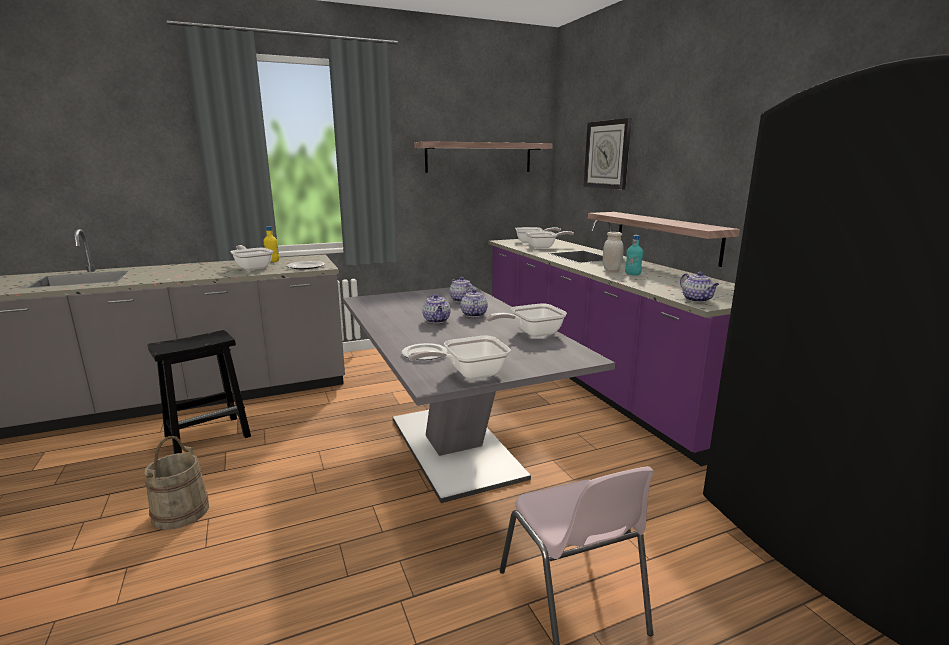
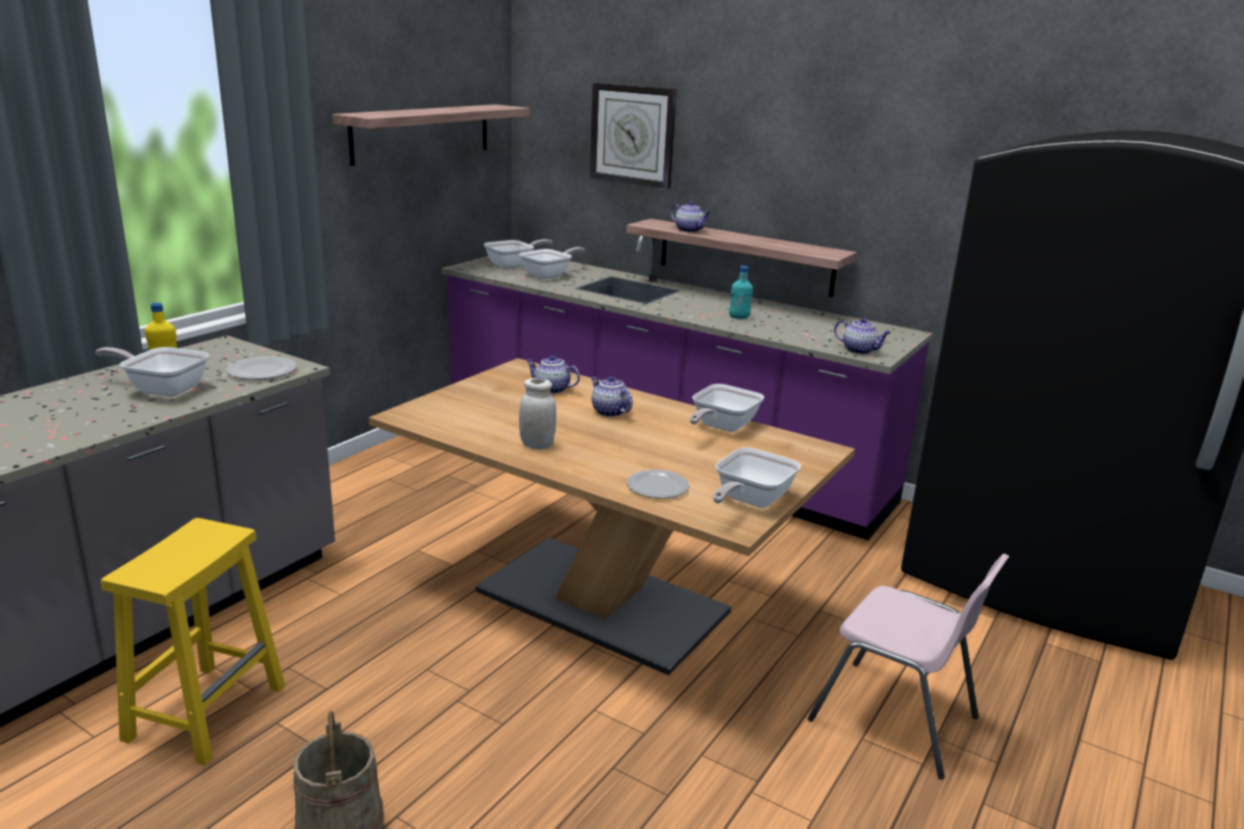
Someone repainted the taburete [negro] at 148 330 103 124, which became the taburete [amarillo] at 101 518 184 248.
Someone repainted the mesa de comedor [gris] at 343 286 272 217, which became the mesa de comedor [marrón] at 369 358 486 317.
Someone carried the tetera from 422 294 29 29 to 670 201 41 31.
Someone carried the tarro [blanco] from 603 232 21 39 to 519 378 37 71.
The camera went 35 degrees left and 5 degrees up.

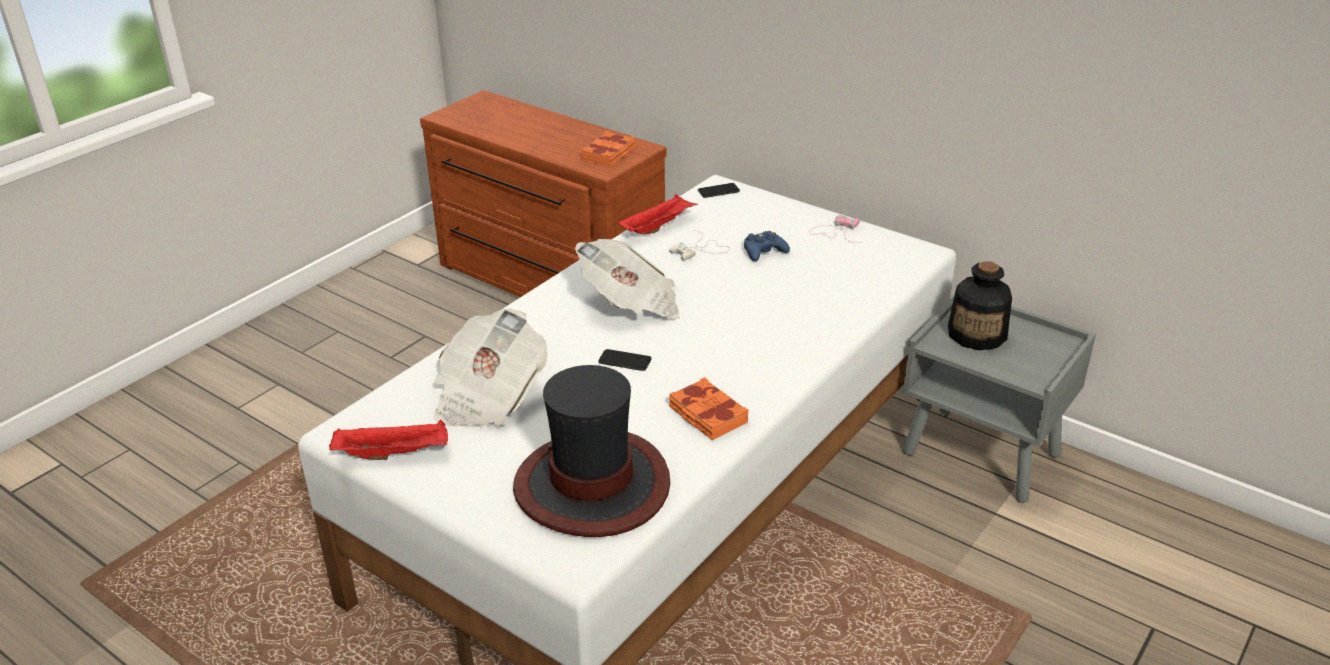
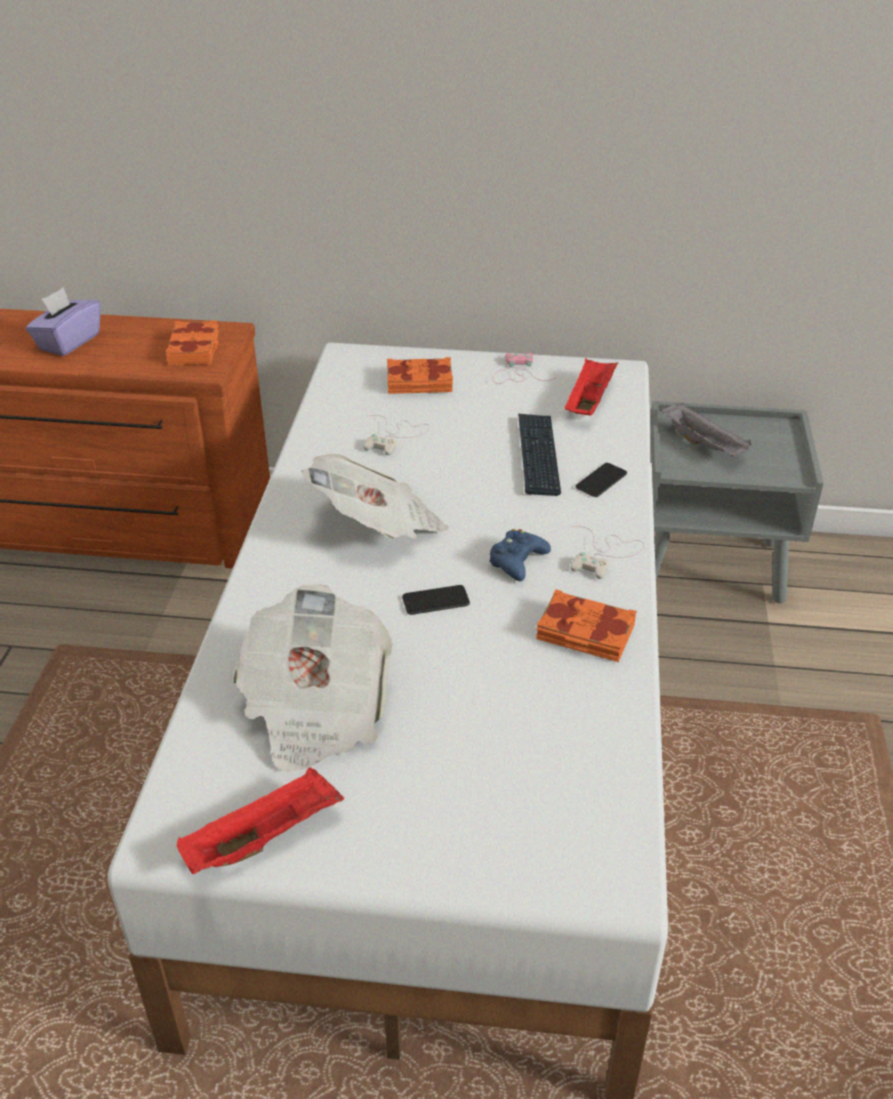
Someone took away the sombrero at 513 365 157 172.
Someone carried the bandeja [rojo] from 618 194 79 41 to 564 358 54 57.
Someone carried the móvil from 698 183 42 15 to 575 463 52 34.
Someone carried the mando de consola [azul] from 744 231 46 30 to 489 529 62 52.
Someone swapped the botella at 948 261 64 89 for the bandeja [gris] at 661 403 90 53.
Someone put down the caja de pañuelos [morado] at 26 287 74 69.
Someone put down the libro [naranja] at 387 357 66 37.
Someone put down the teclado at 518 414 43 82.
Someone put down the mando de consola [blanco] at 570 526 74 53.
The camera went 30 degrees left and 5 degrees up.

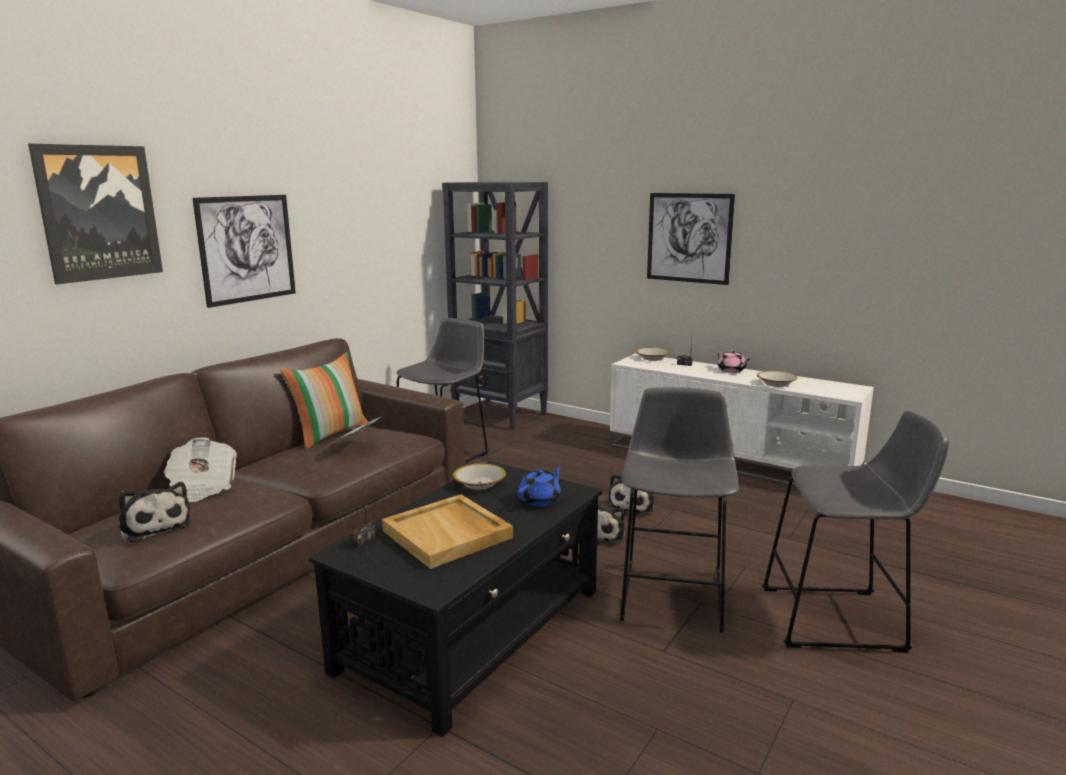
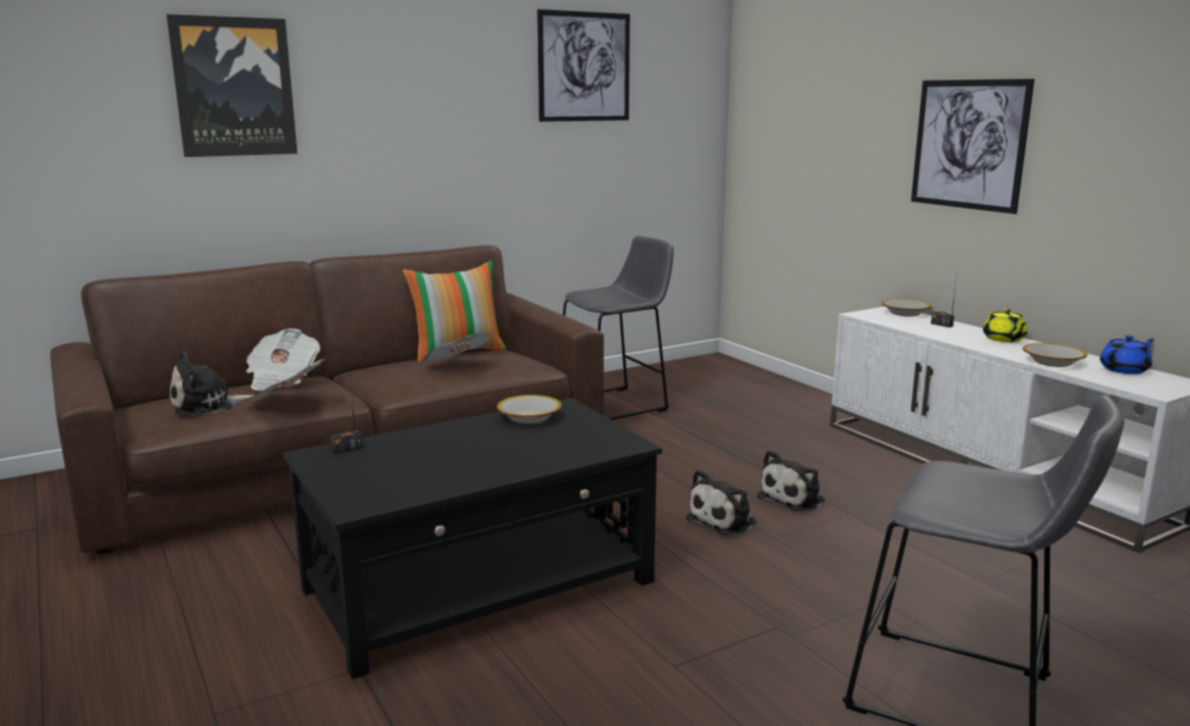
Someone rotated the peluche at 119 482 73 61 by 75 degrees clockwise.
Someone carried the cuadro from 192 195 104 113 to 537 9 93 113.
Someone took away the bandeja [beis] at 382 494 131 75.
Someone took away the estantería [negro] at 442 182 106 248.
Someone carried the tetera [azul] from 518 465 44 42 to 1100 335 54 39.
Someone took away the taburete [gris] at 620 387 119 246.
Someone repainted the tetera [rosa] at 717 349 33 24, which became the tetera [amarillo] at 983 308 44 34.
Someone put down the periódico at 246 359 80 44.
The camera went 25 degrees right and 0 degrees up.

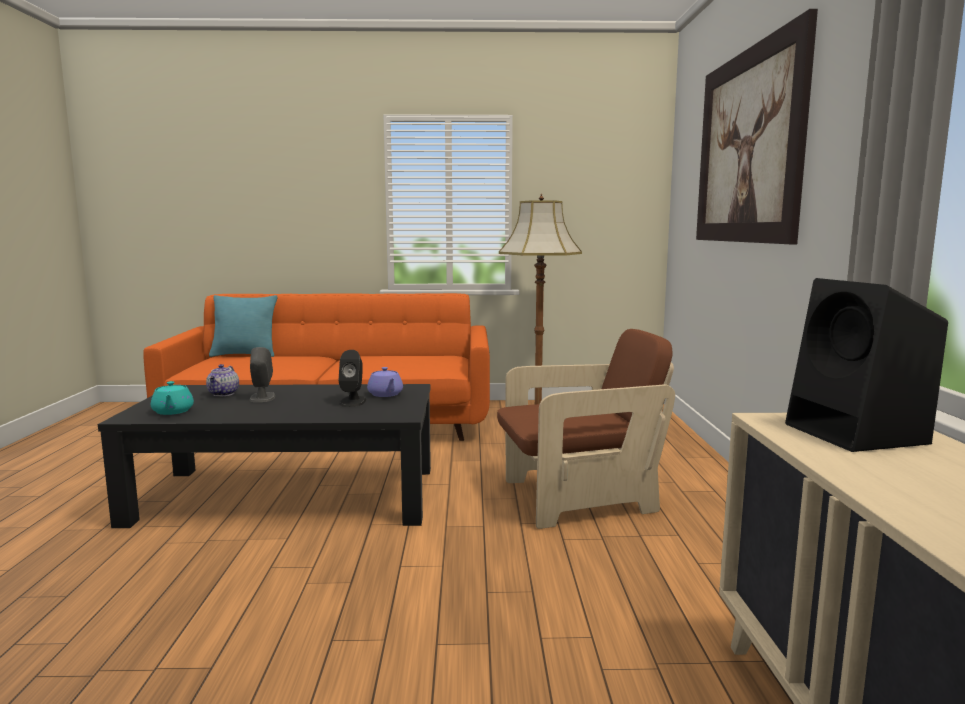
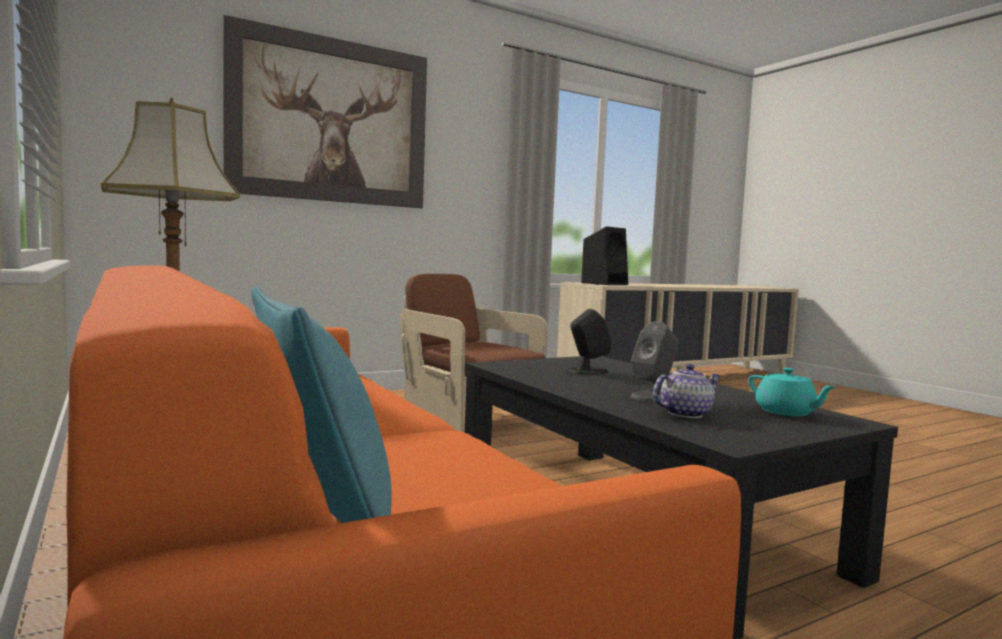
Someone rotated the tetera [turquesa] at 151 381 43 34 by 105 degrees clockwise.
Someone took away the tetera [morado] at 367 367 36 30.
The camera went 120 degrees left and 5 degrees down.

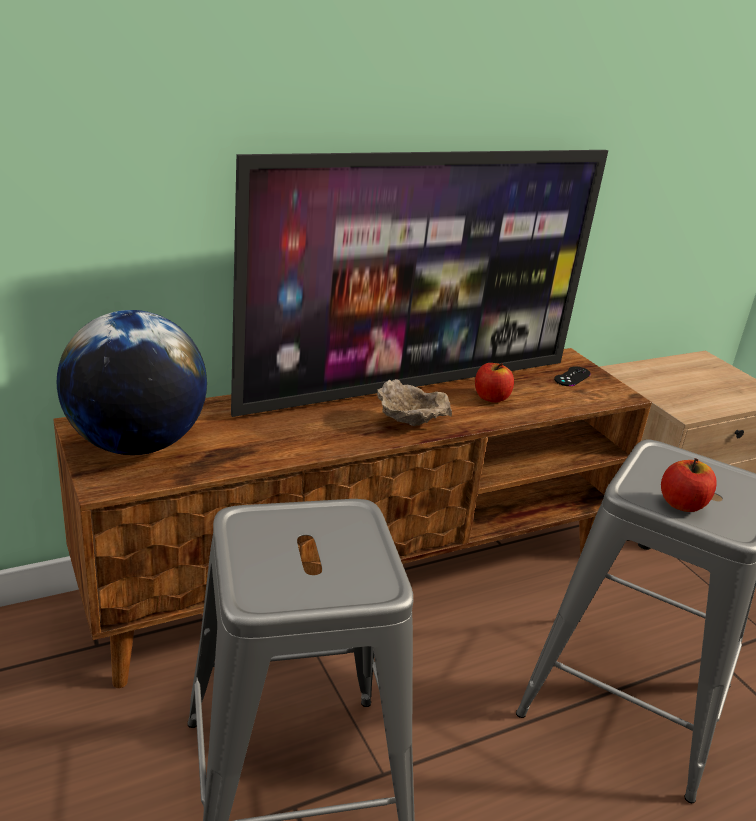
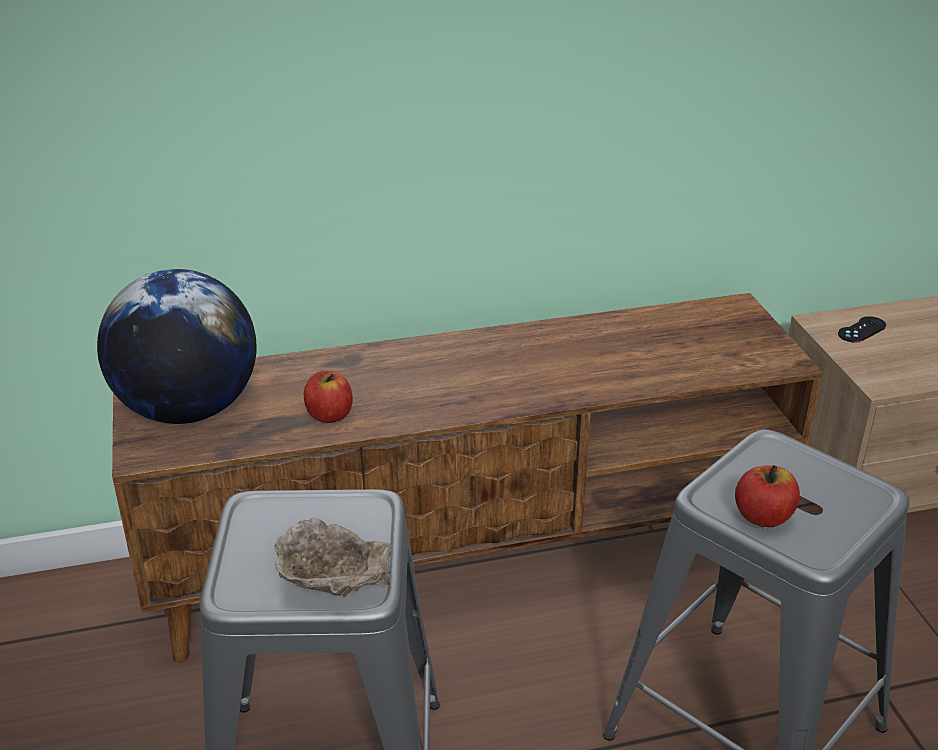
Someone took away the televisor at 231 150 377 267.
Someone carried the cuenco [beis] from 377 379 75 47 to 274 518 118 79.
Someone carried the manzana from 475 363 39 40 to 304 371 49 52.
Someone carried the mando de consola [negro] from 554 366 37 20 to 838 316 48 26.
The camera went 15 degrees right and 5 degrees up.

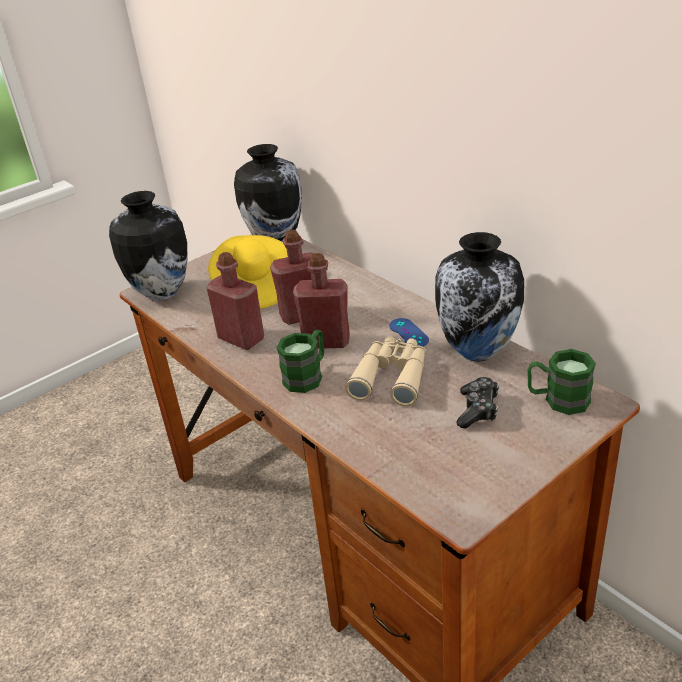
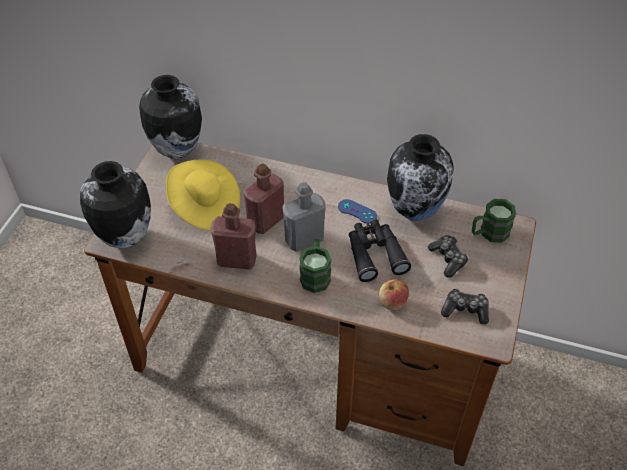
Someone repainted the botella [rojo] at 293 253 57 96, which became the botella [gris] at 282 182 44 70.
Someone repainted the prismáticos [beis] at 345 336 81 71, which became the prismáticos [negro] at 349 219 62 63.
Someone put down the manzana at 379 279 30 31.
Someone put down the mando de consola at 441 288 48 37.
The camera went 35 degrees left and 15 degrees up.

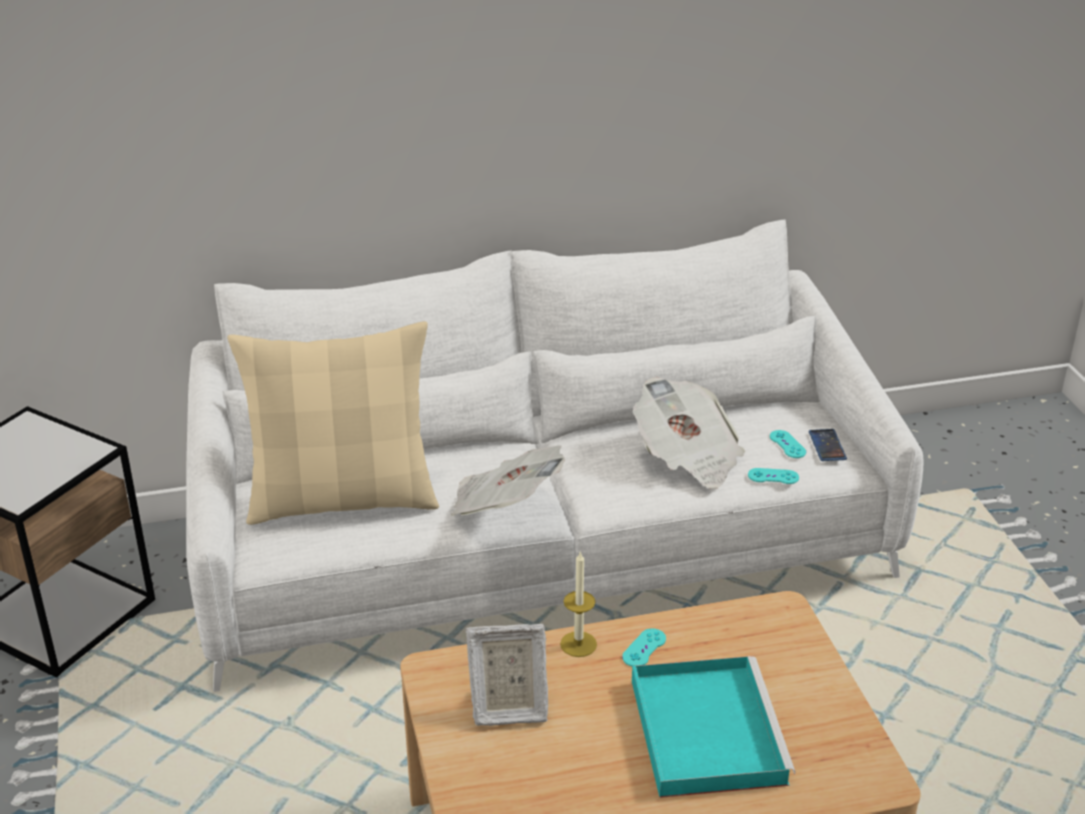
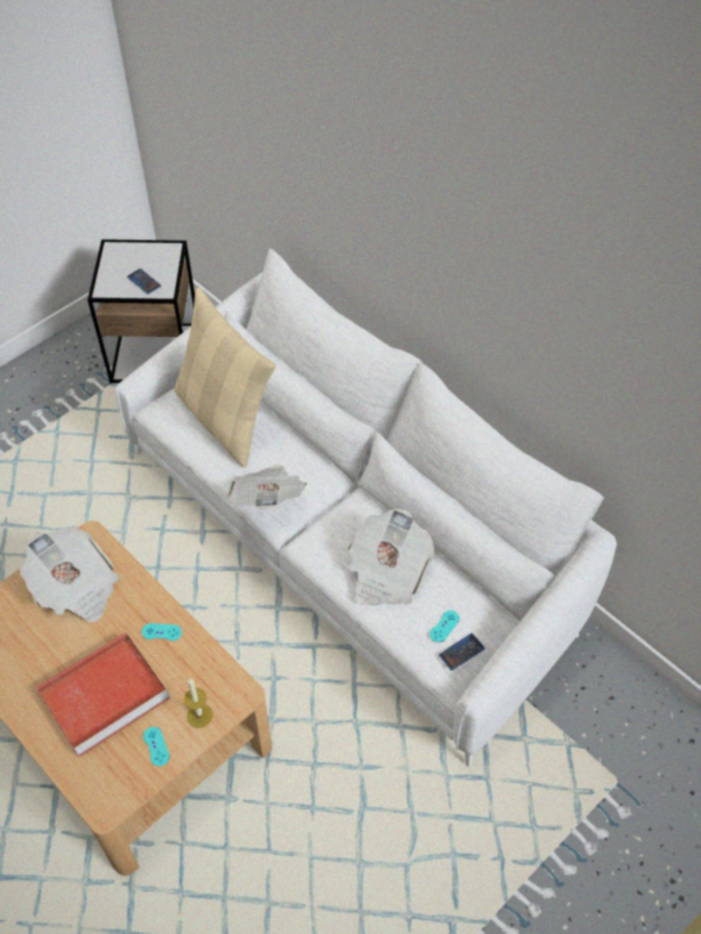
Someone swapped the portarretratos at 466 624 82 102 for the periódico at 20 527 99 96.
Someone carried the vela from 560 551 37 106 to 184 679 29 49.
Someone repainted the bandeja [turquesa] at 632 656 163 142, which became the bandeja [rojo] at 36 633 134 124.
Someone carried the mando de consola [turquesa] from 748 468 51 16 to 143 727 27 39.
Someone put down the móvil at 127 268 34 26.
The camera went 60 degrees right and 20 degrees up.

